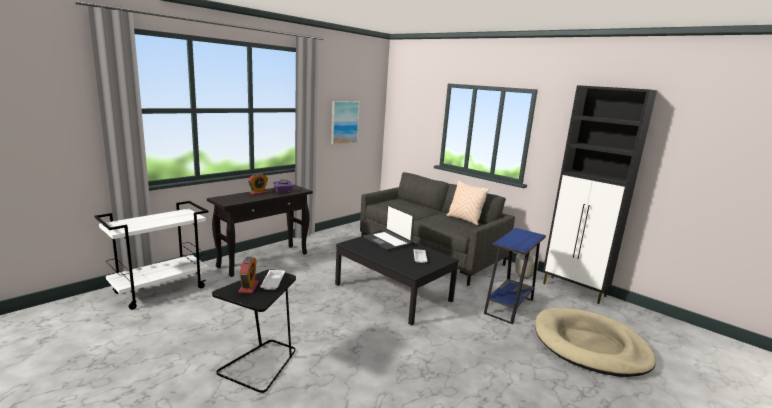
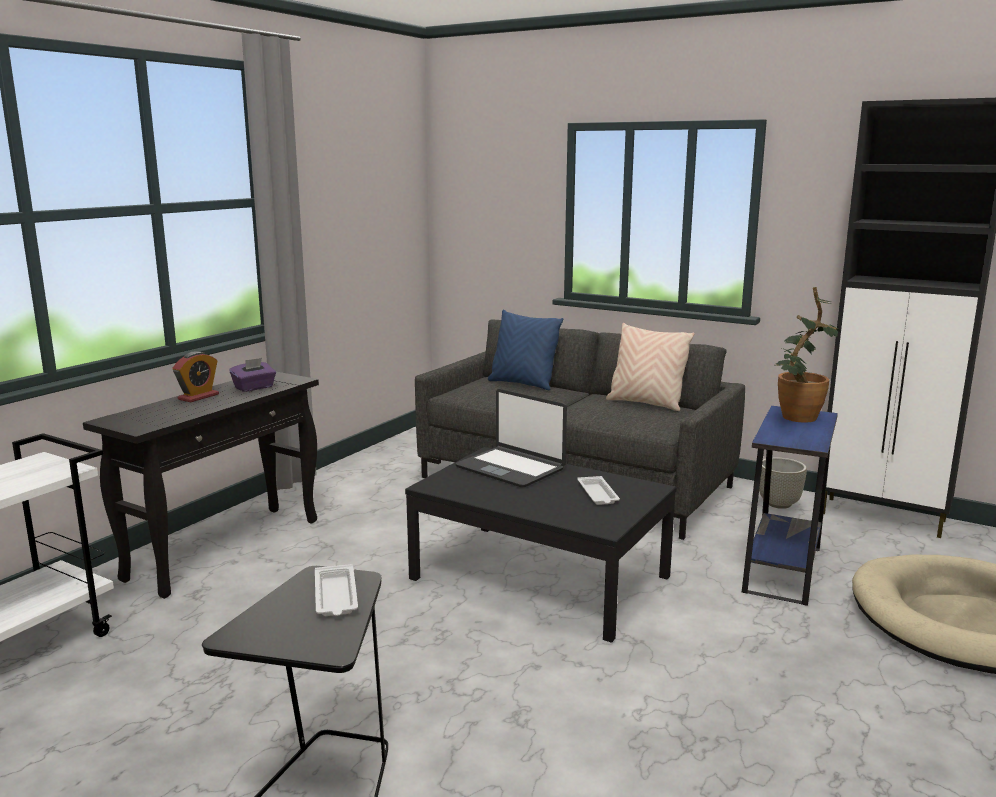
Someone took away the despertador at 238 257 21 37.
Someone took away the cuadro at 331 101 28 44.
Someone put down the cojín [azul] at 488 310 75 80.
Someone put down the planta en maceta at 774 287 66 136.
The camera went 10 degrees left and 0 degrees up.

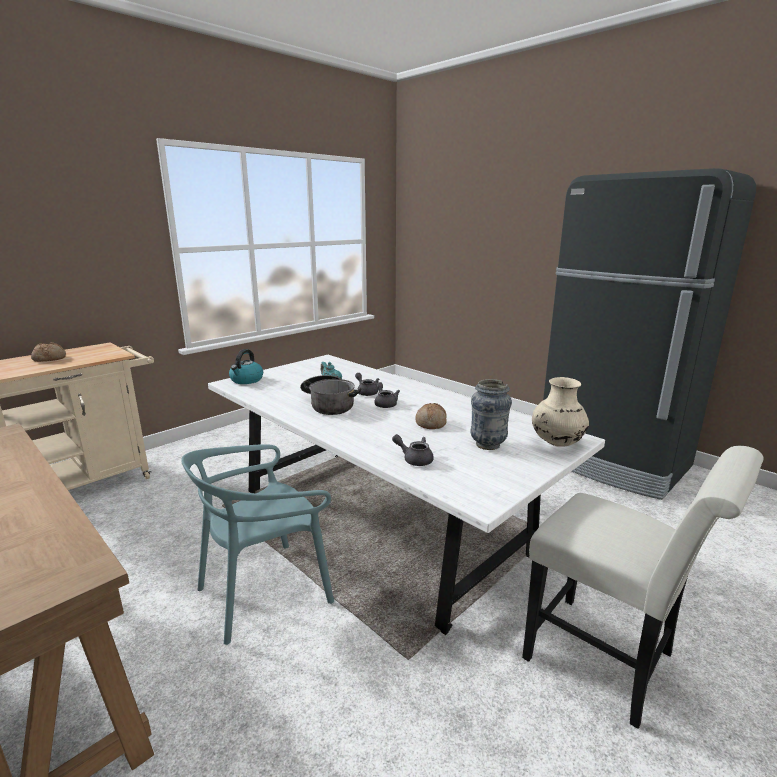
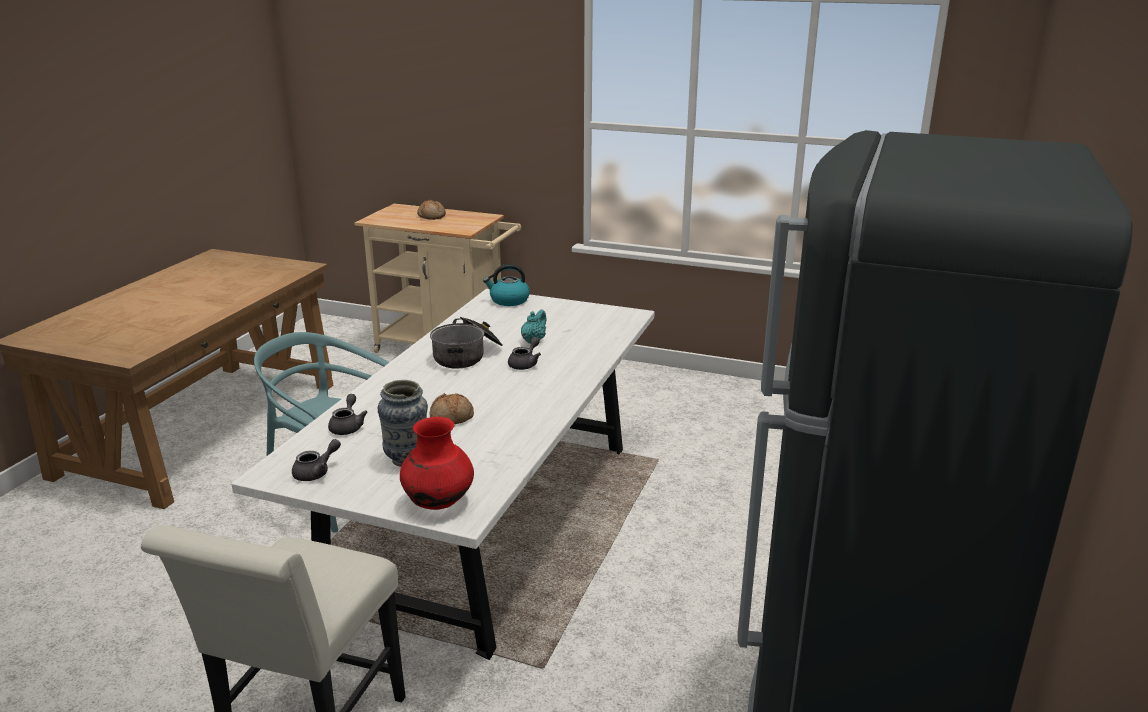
Someone carried the tetera [gris] from 374 382 26 26 to 292 439 49 42.
Someone repainted the florero [beis] at 532 377 57 70, which became the florero [rojo] at 400 417 74 93.
The camera went 65 degrees right and 5 degrees up.

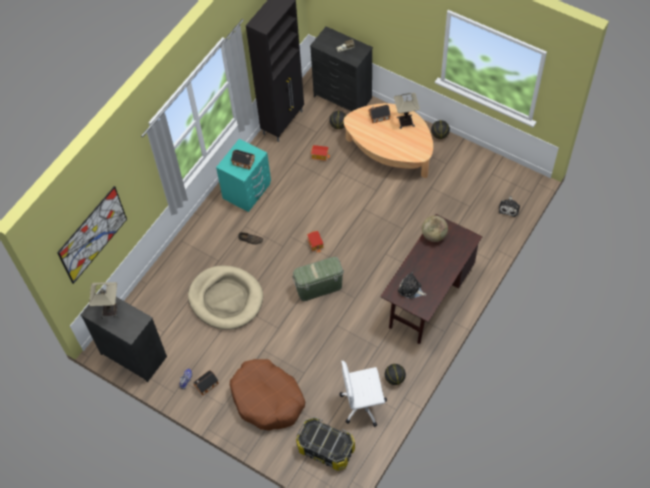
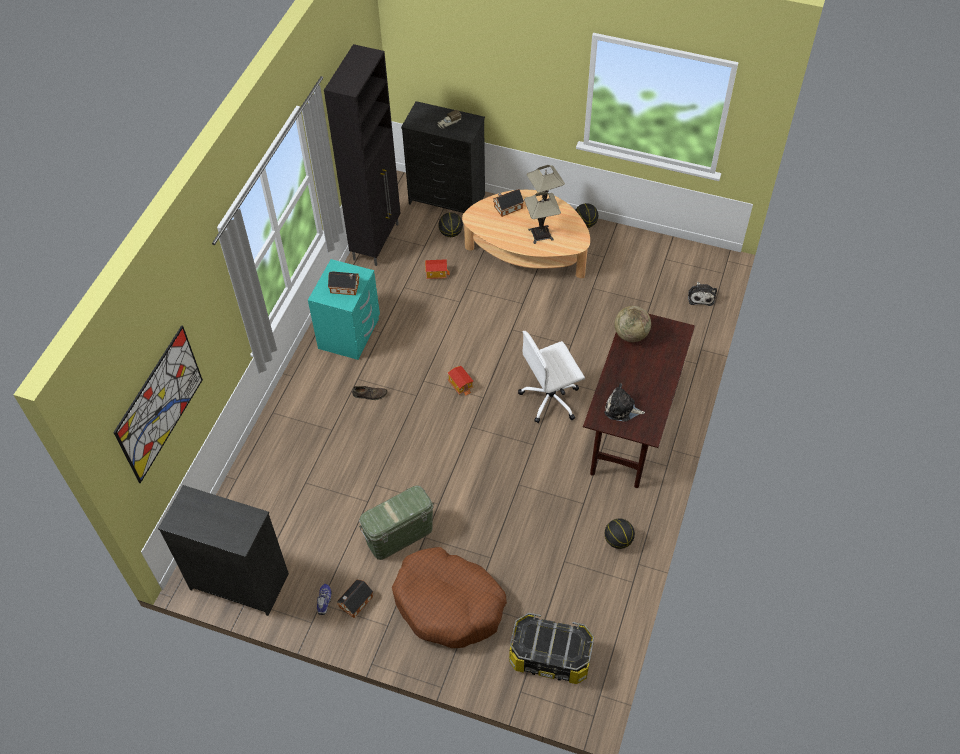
Someone carried the lámpara de mesa from 89 282 31 37 to 524 192 37 52.
Someone took away the cama para perro [beis] at 188 265 75 65.
Someone carried the caja de almacenaje [verde] from 292 257 52 44 to 359 485 75 75.
Someone carried the silla de oficina [blanco] from 339 361 48 66 to 518 331 67 92.
The camera went 15 degrees left and 5 degrees down.

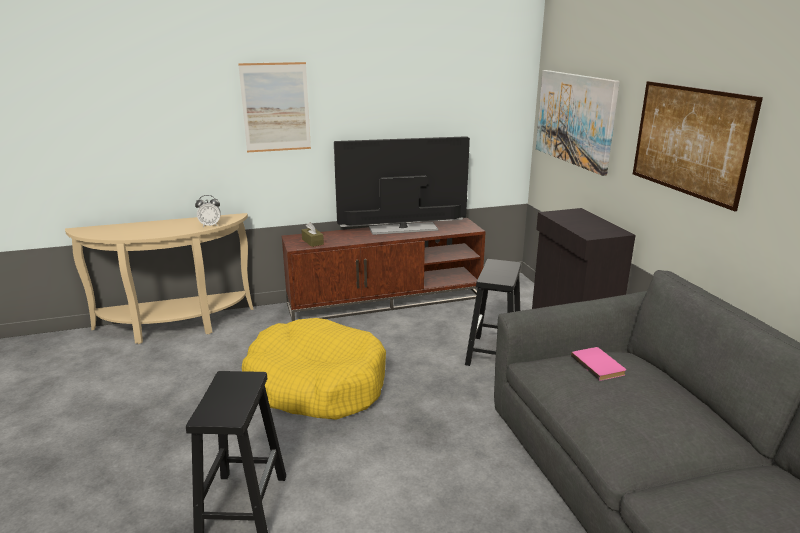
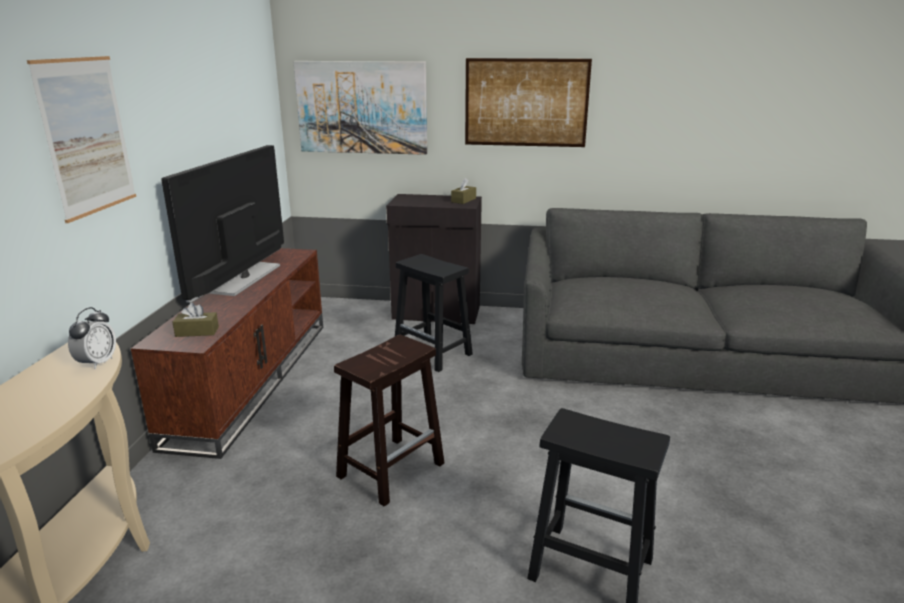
Someone swapped the cama para perro [amarillo] at 242 318 144 102 for the taburete [marrón] at 334 335 110 172.
Someone took away the libro [rosa] at 571 347 55 34.
Someone put down the caja de pañuelos [marrón] at 451 178 25 26.
The camera went 65 degrees left and 0 degrees up.

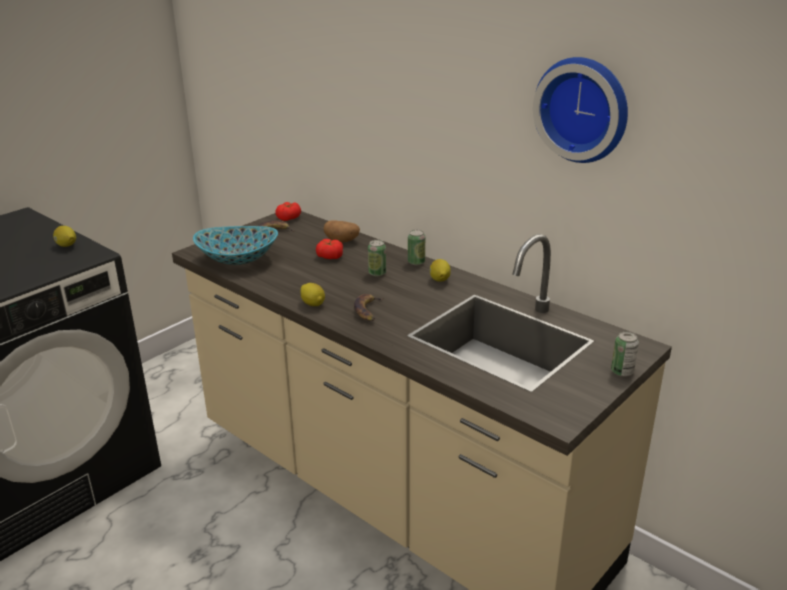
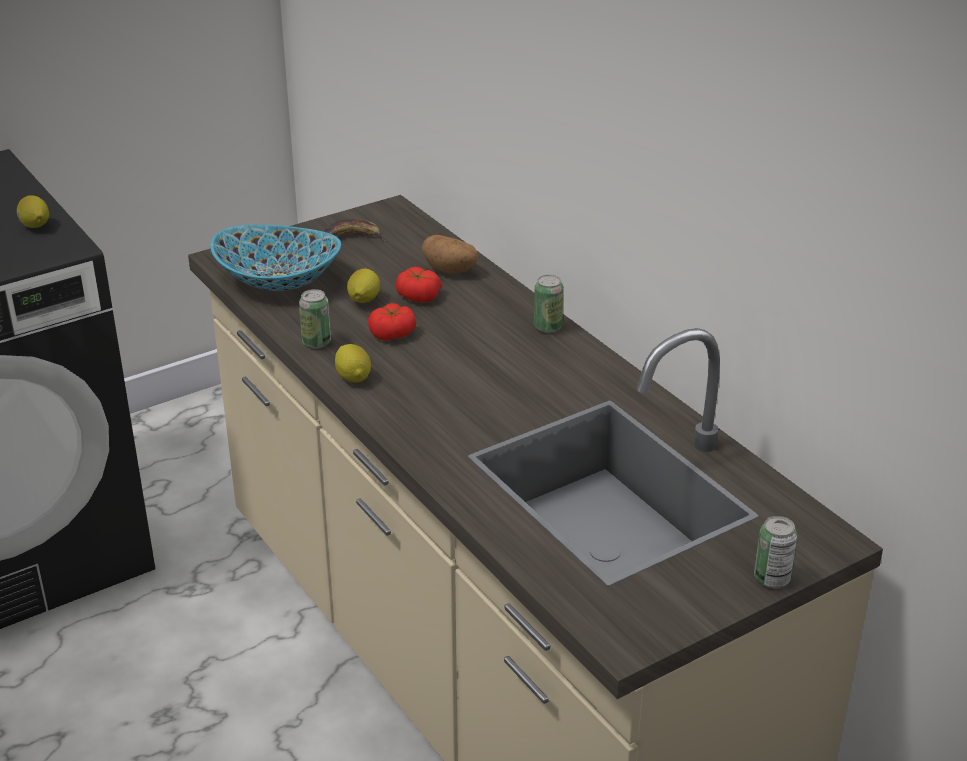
Someone carried the tomate from 275 202 26 19 to 368 303 48 38.
Someone took away the plátano at 354 294 30 27.
Someone carried the lata from 368 240 18 36 to 299 289 32 59.
Someone carried the limón from 430 259 21 23 to 347 268 33 35.
Someone took away the reloj de pared at 533 57 95 106.
The camera went 15 degrees right and 5 degrees up.

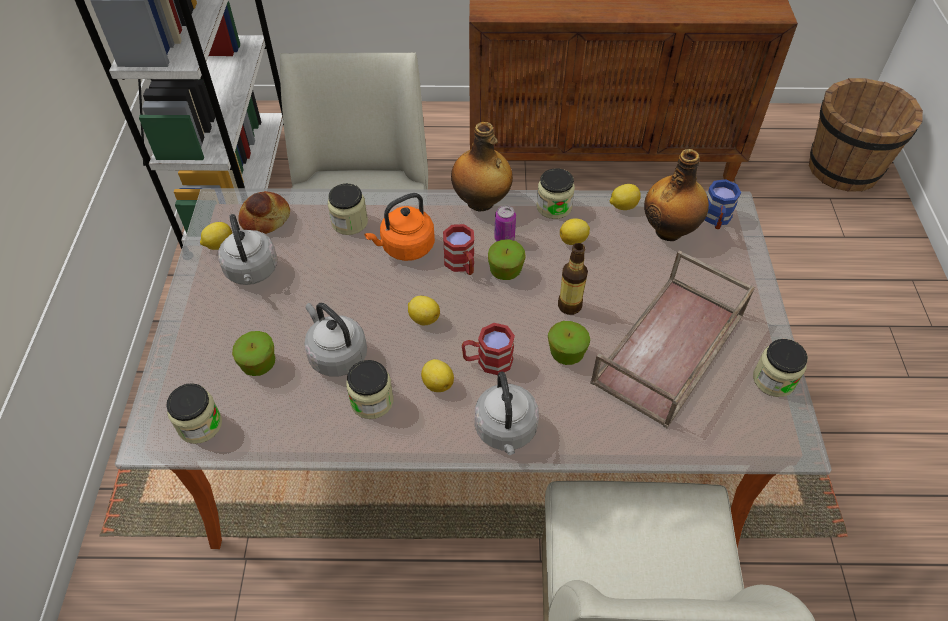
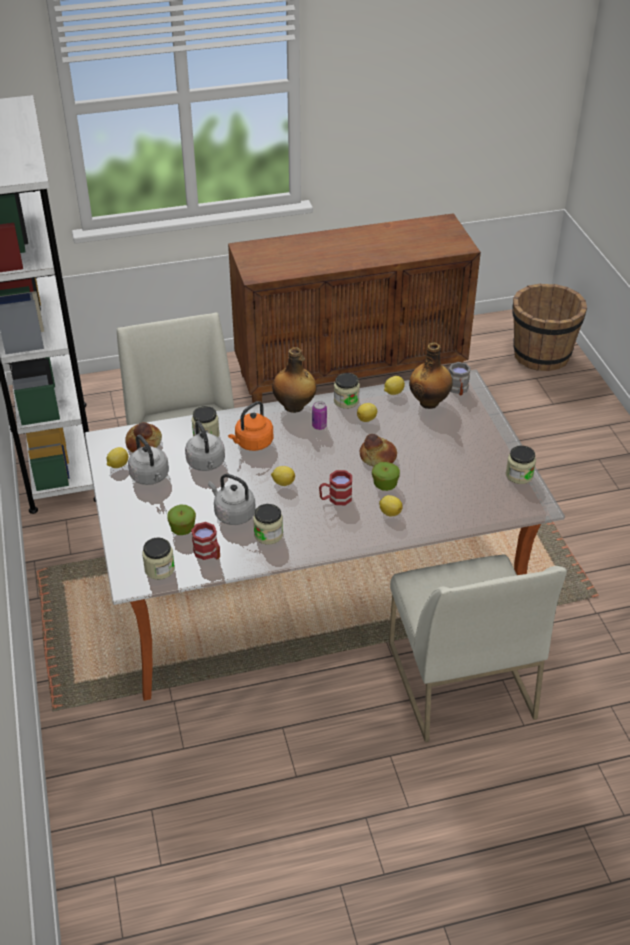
Someone carried the limón from 421 359 33 33 to 379 495 24 22.
Someone carried the taza grande [rojo] from 443 224 31 51 to 191 522 29 38.
Someone carried the hervidor [gris] from 475 371 64 84 to 185 421 40 50.
Someone took away the manzana at 488 239 38 41.
Someone swapped the botella at 558 243 30 72 for the pan at 360 434 37 33.
Someone took away the bandeja [marrón] at 590 250 165 178.
Someone repainted the taza grande [azul] at 705 179 36 50, which became the taza grande [gris] at 449 362 22 33.
The camera went 15 degrees left and 10 degrees down.

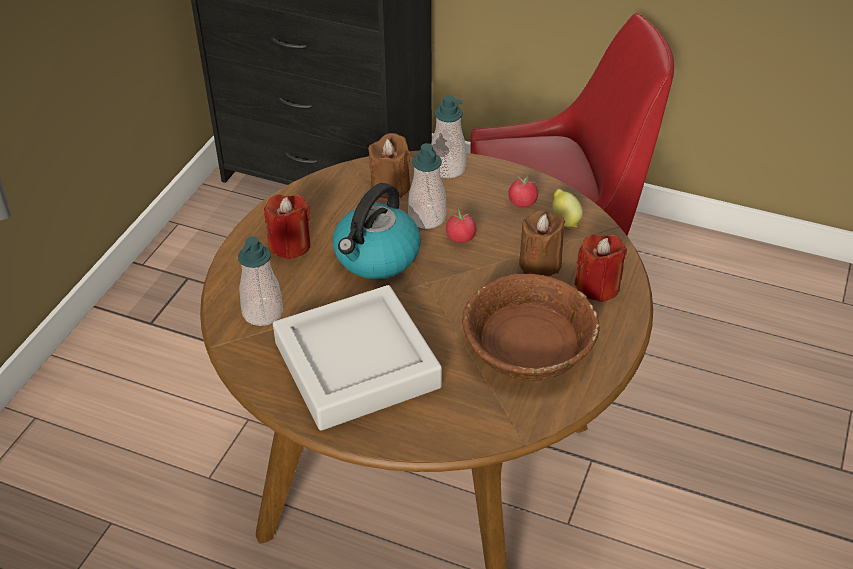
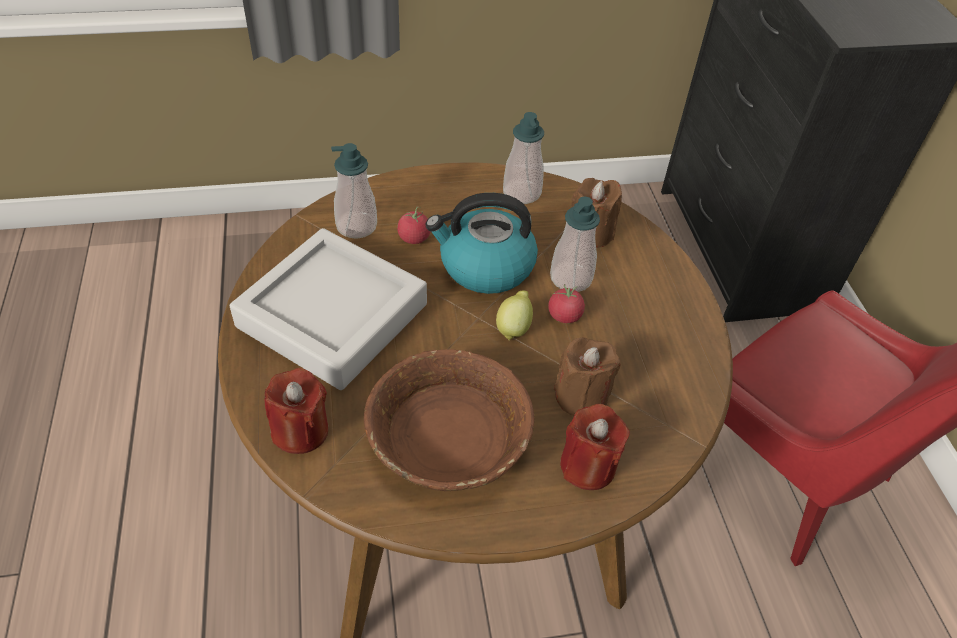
Someone carried the vela [rojo] from 264 194 47 66 to 265 368 63 86.
Someone carried the dispensador de jabón from 431 95 35 83 to 503 112 41 92.
Someone carried the tomate from 508 174 30 33 to 397 206 34 38.
Someone carried the limón from 552 189 31 38 to 496 290 37 51.
The camera went 55 degrees right and 5 degrees up.

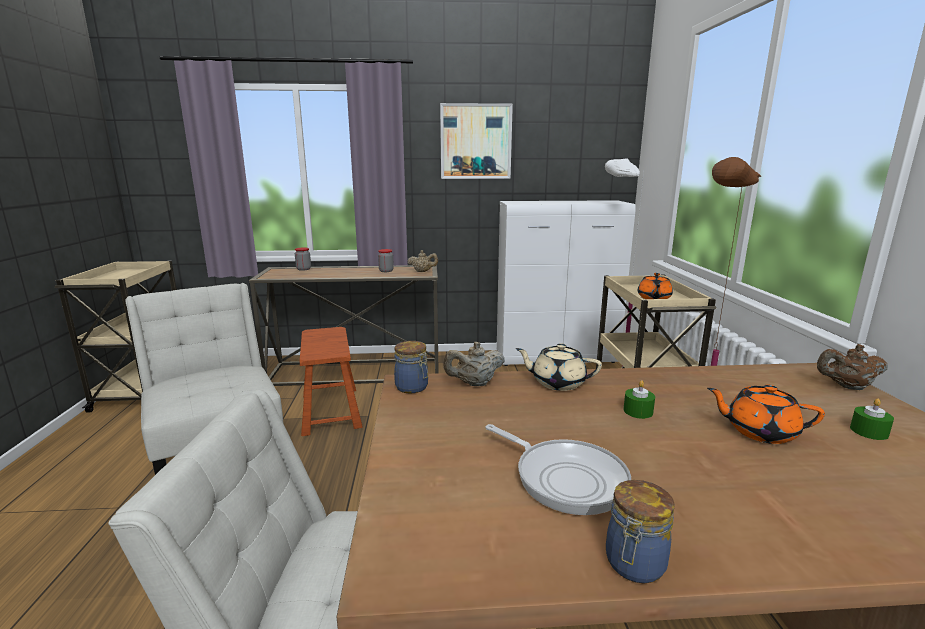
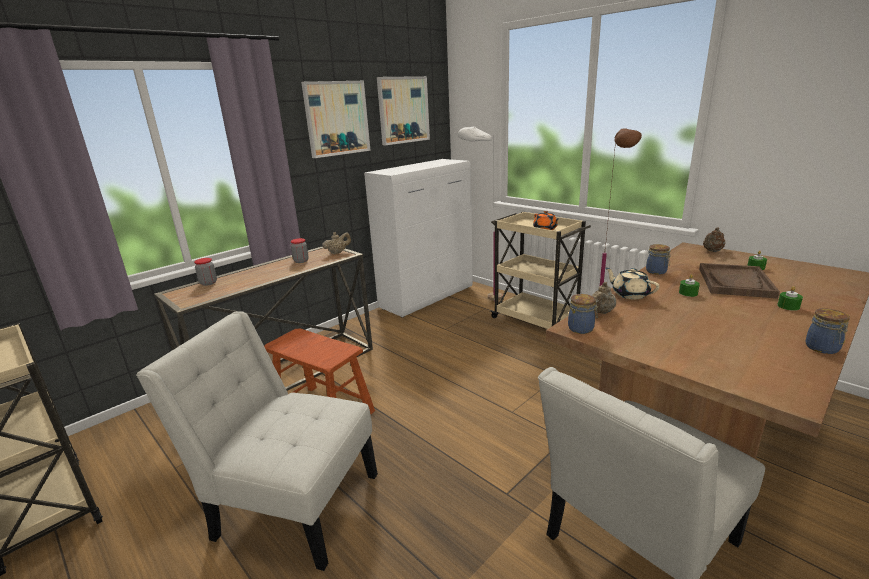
Someone took away the sartén at 485 424 146 91.
Someone rotated the tetera [beis] at 516 344 86 47 by 75 degrees clockwise.
Someone swapped the tetera [naranja] at 707 385 118 59 for the bandeja [marrón] at 699 263 81 36.
Someone put up the cuadro at 377 76 53 69.
Someone put down the tarro at 646 244 25 31.
Someone put down the vela [verde] at 777 286 26 25.
The camera went 40 degrees left and 5 degrees up.

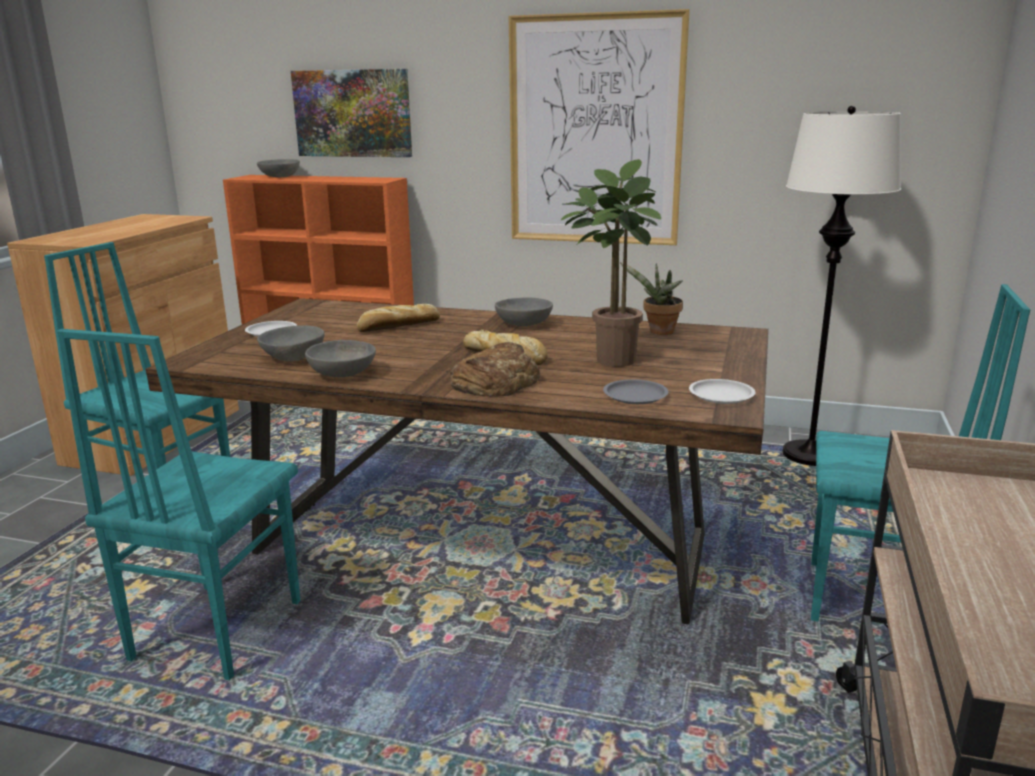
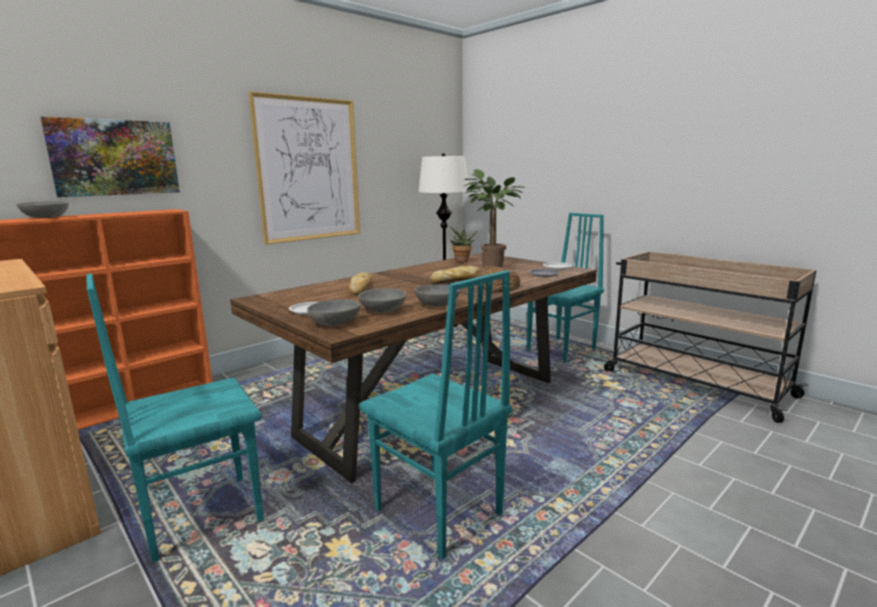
Someone carried the cuenco [gris] from 495 298 58 28 to 307 299 53 27.
The camera went 60 degrees left and 5 degrees down.

